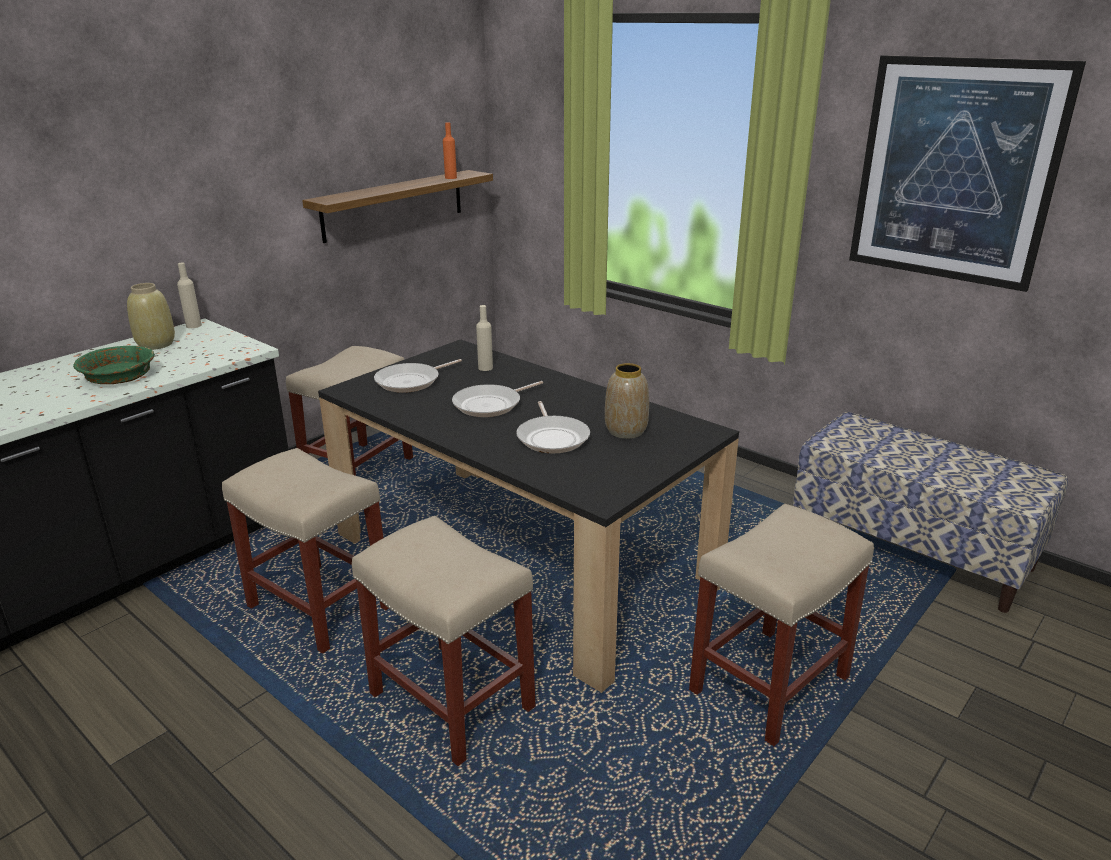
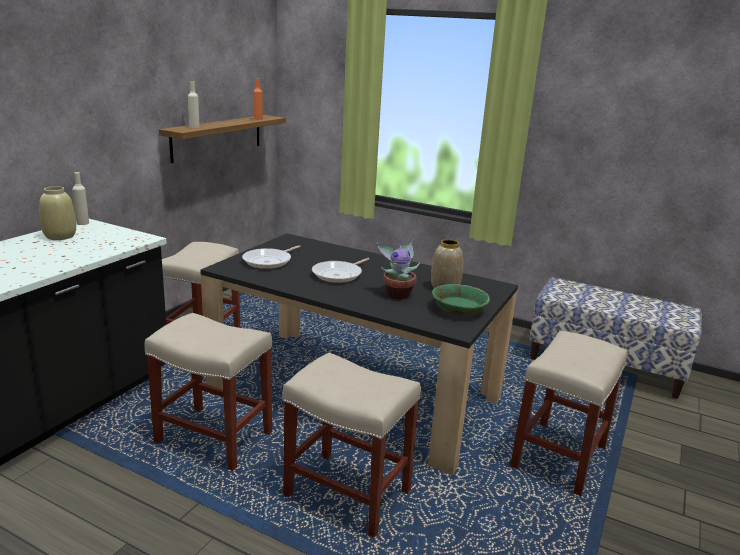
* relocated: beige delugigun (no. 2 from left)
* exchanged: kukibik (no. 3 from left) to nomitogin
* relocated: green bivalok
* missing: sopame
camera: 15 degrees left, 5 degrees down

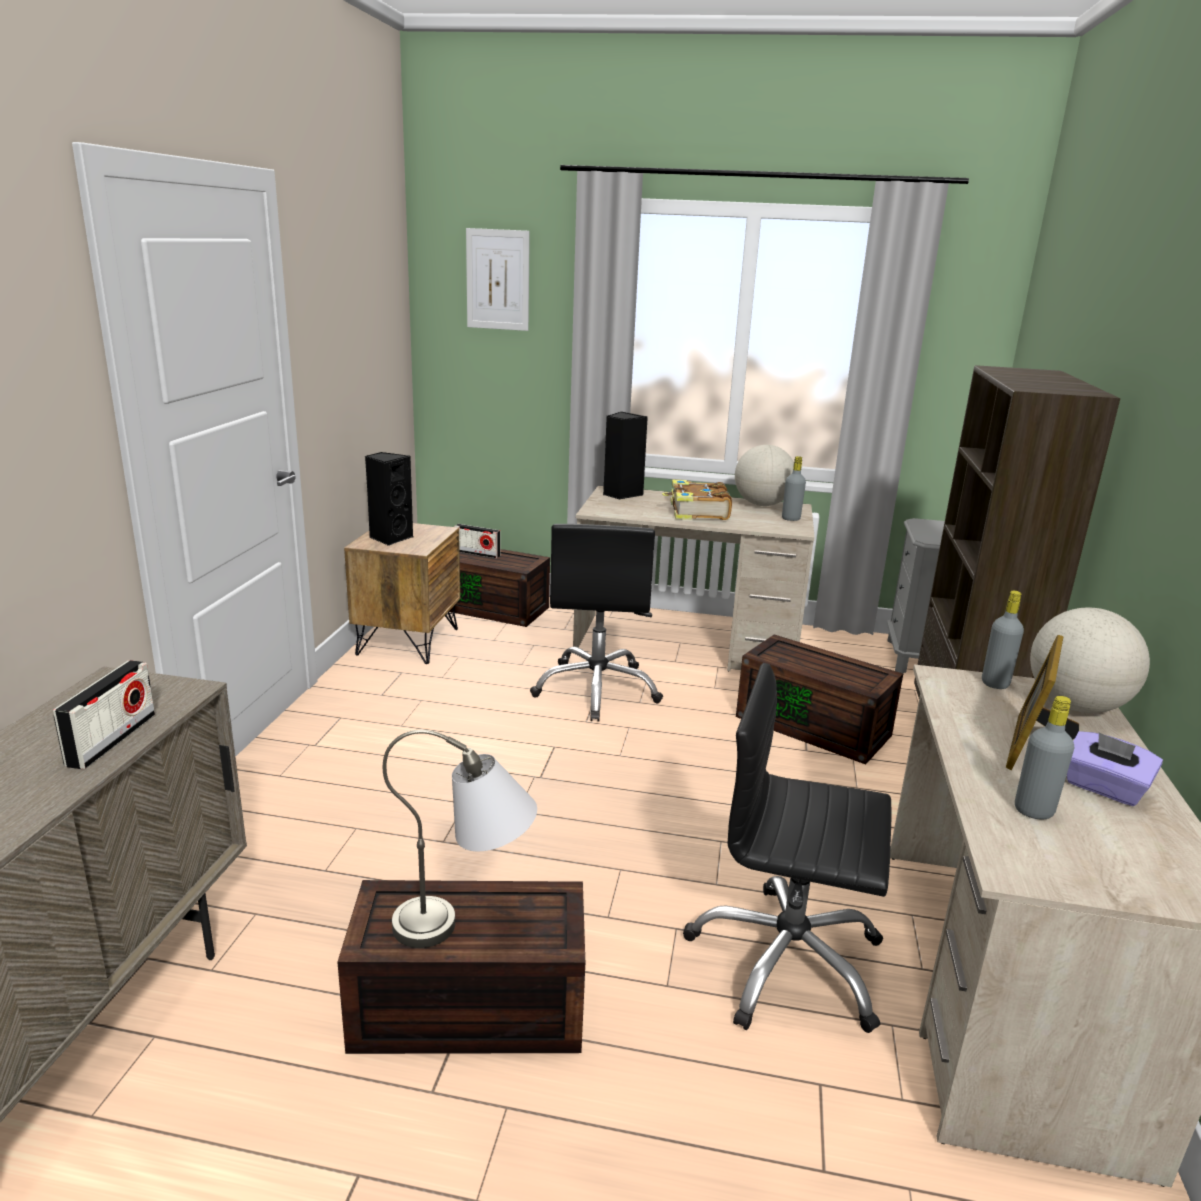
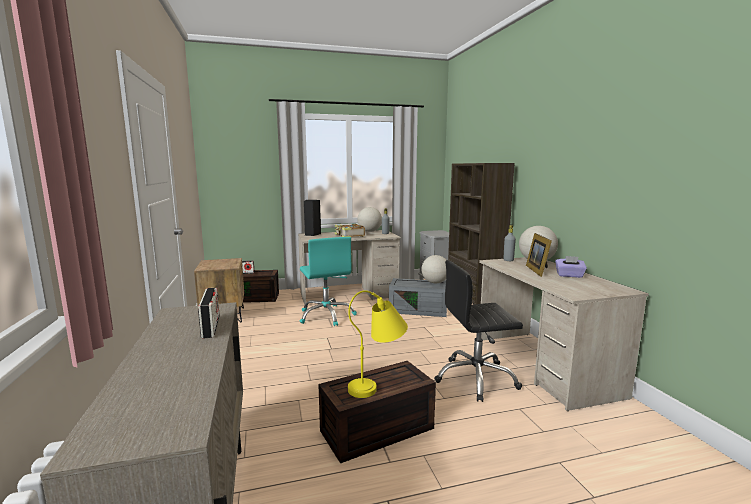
* colour: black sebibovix (no. 1 from left) to turquoise sebibovix
* colour: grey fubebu to yellow fubebu
* colour: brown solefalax (no. 3 from left) to grey solefalax
* appeared: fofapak (no. 2 from left)
* missing: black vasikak (no. 1 from left)
* missing: sopame
* missing: grey delugigun (no. 3 from left)
camera: 25 degrees left, 10 degrees down

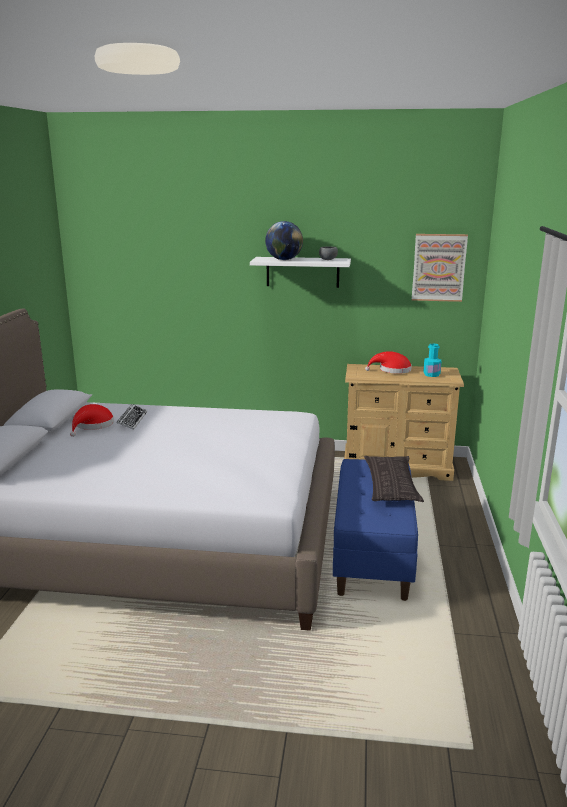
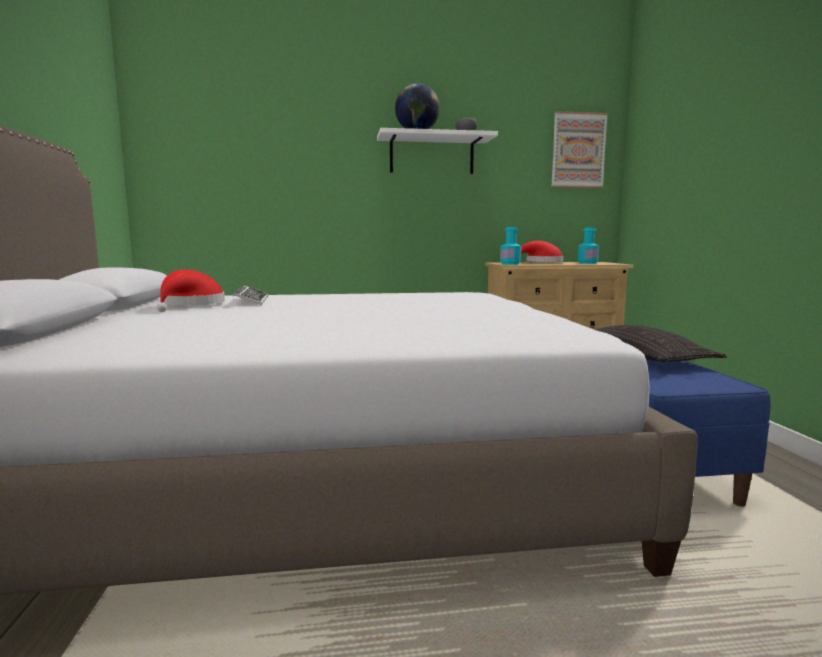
* appeared: turquoise delugigun (no. 1 from left)
camera: 15 degrees left, 10 degrees down

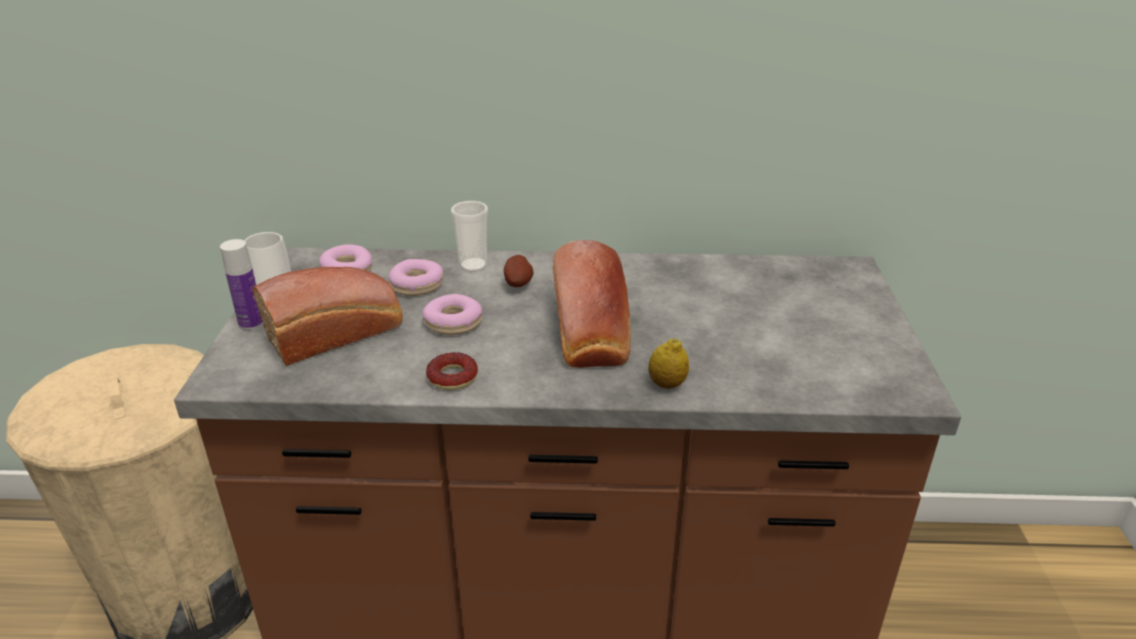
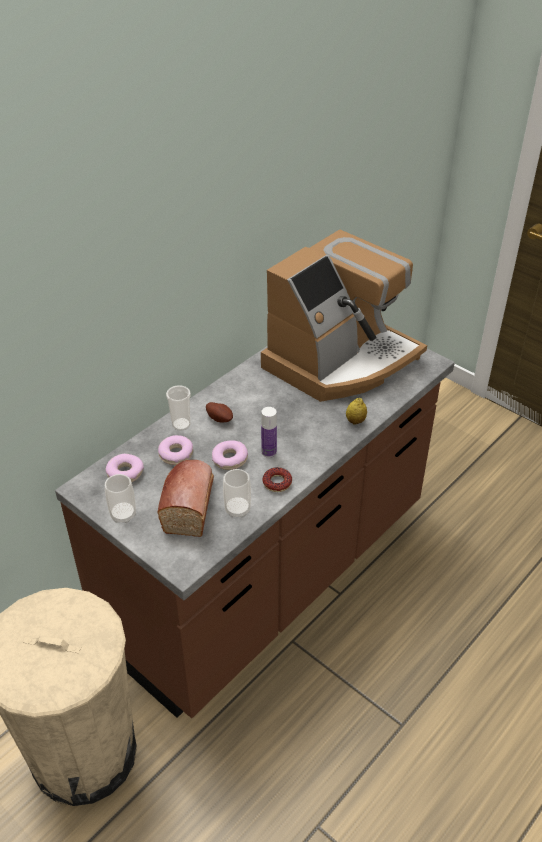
* appeared: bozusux (no. 3 from left)
* appeared: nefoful
* relocated: delugigun
* missing: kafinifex (no. 2 from left)
camera: 50 degrees left, 10 degrees up

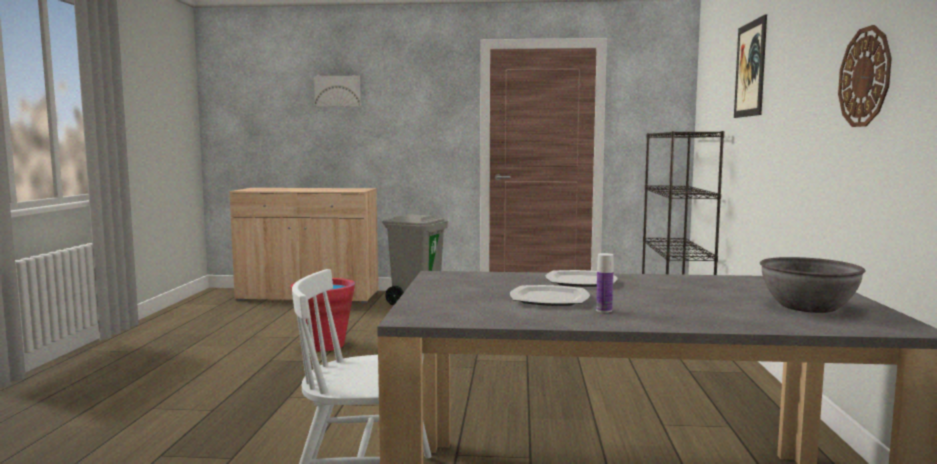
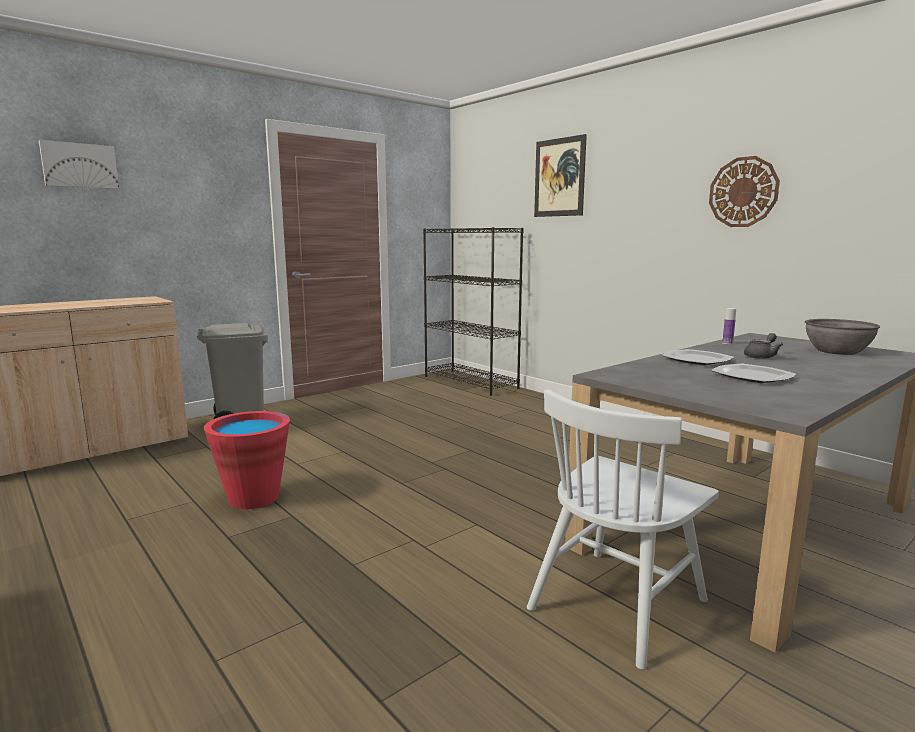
* relocated: delugigun
* appeared: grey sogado
camera: 45 degrees left, 5 degrees up

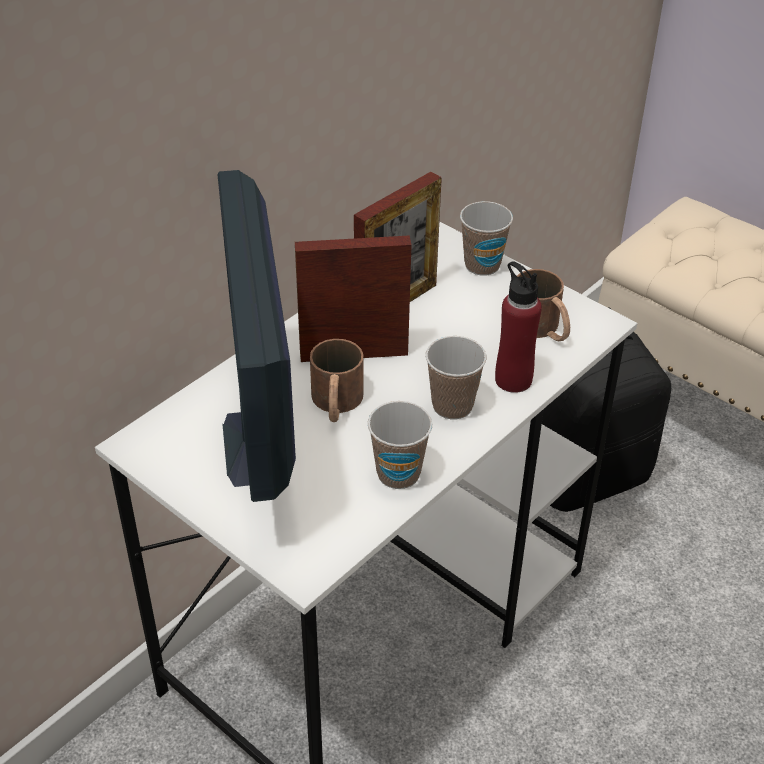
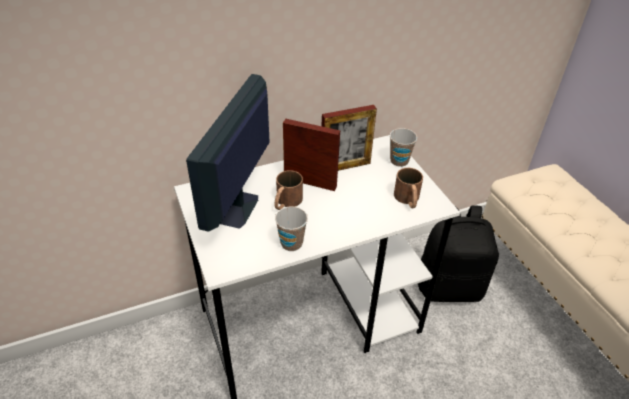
* missing: bozusux (no. 2 from left)
* missing: red delugigun
camera: 25 degrees right, 0 degrees up

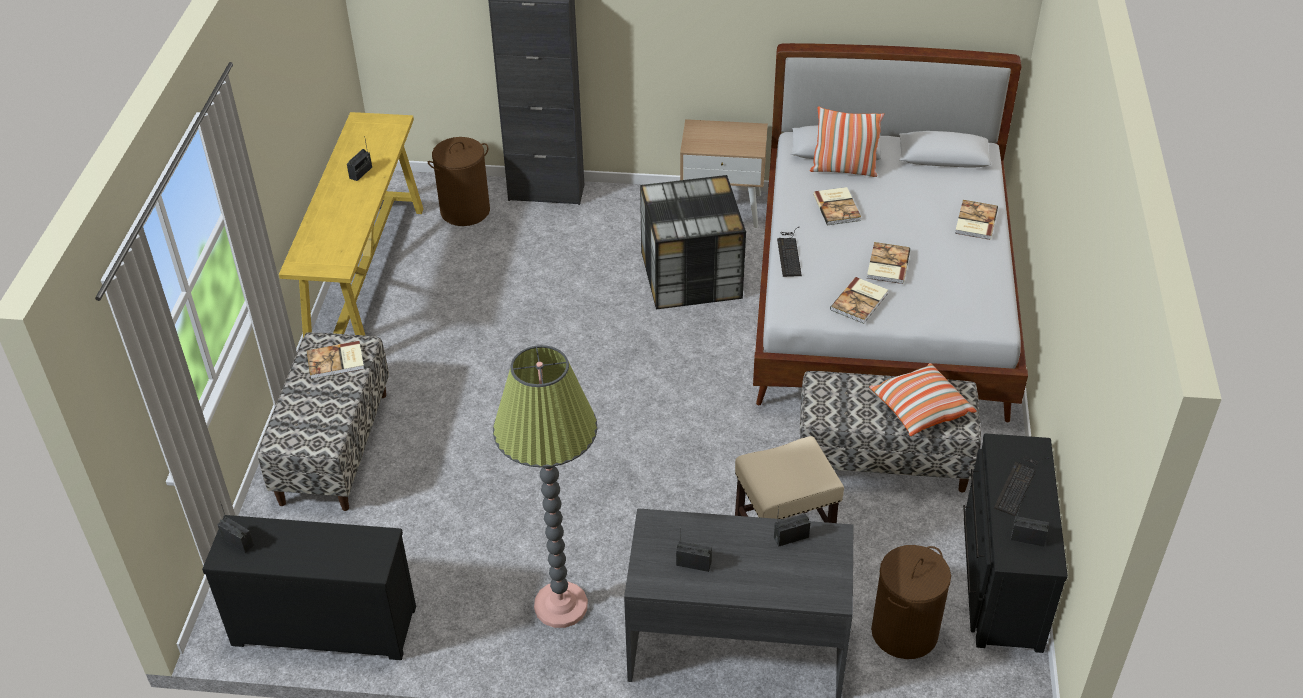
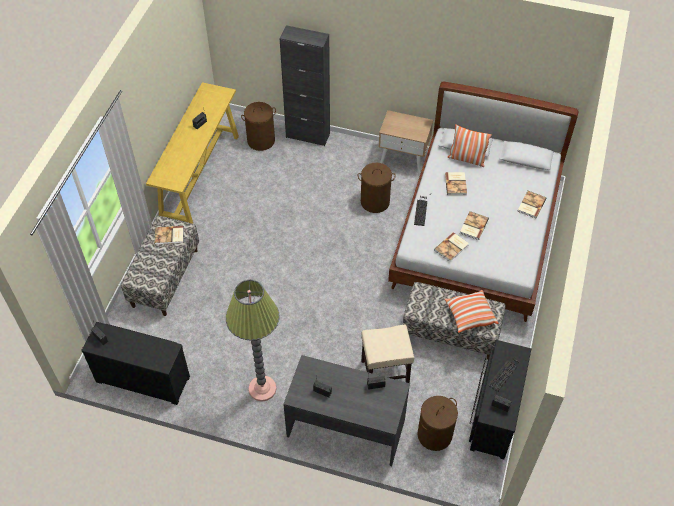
* exchanged: solefalax to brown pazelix (no. 2 from left)
camera: 10 degrees right, 10 degrees up

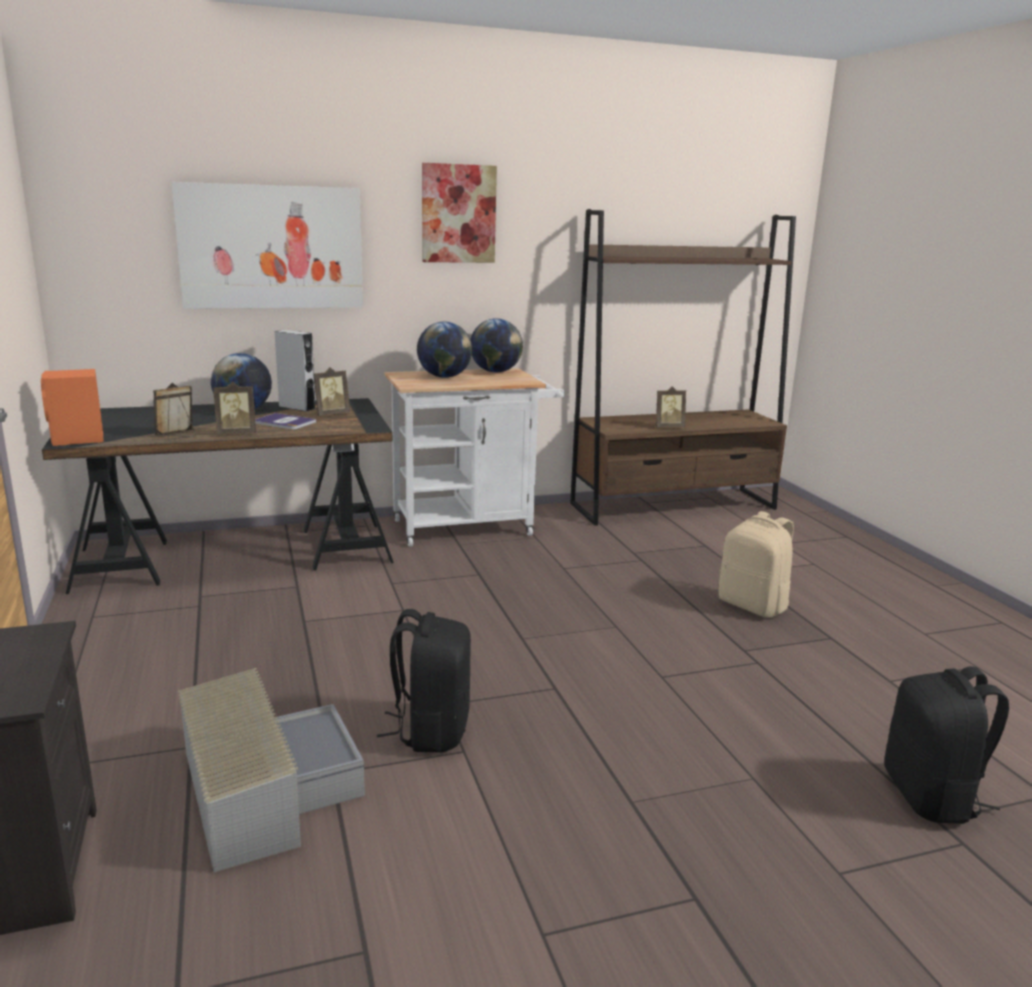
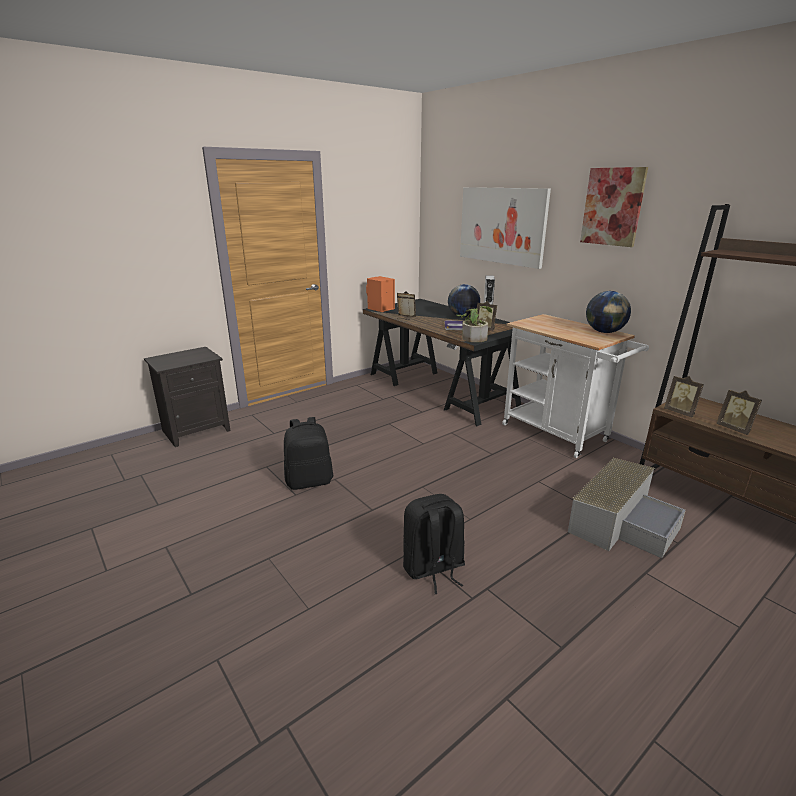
* relocated: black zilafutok (no. 2 from left)
* appeared: nomitogin
* relocated: grey solefalax
* relocated: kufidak (no. 2 from left in the first image) to kufidak (no. 3 from left)
* missing: fofapak (no. 2 from left)
* missing: beige zilafutok
camera: 70 degrees right, 5 degrees up

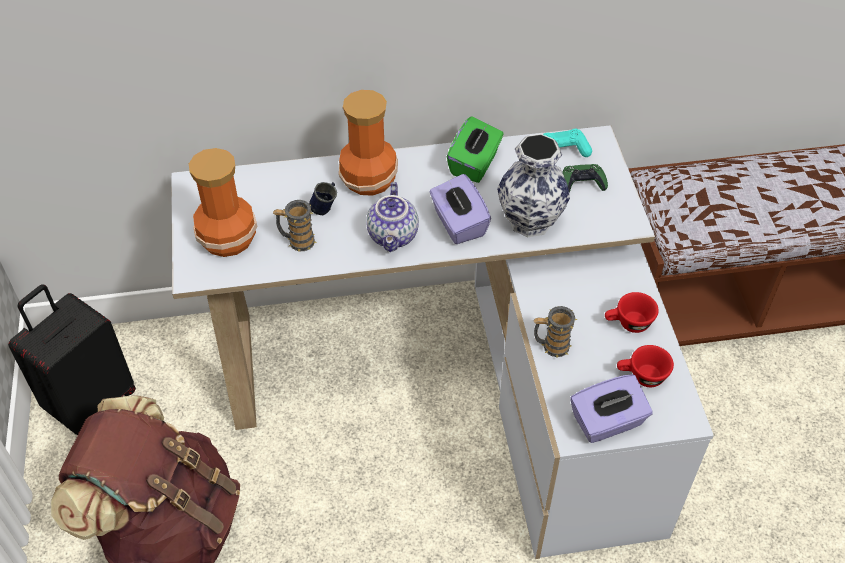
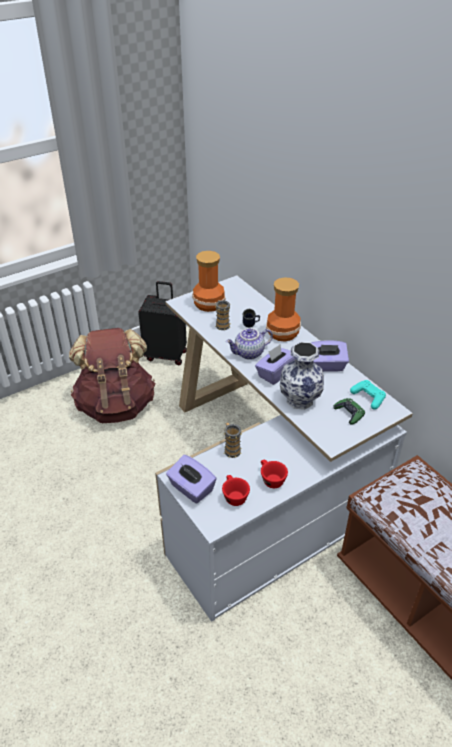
* colour: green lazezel to purple lazezel (no. 3 from left)
camera: 65 degrees right, 10 degrees down

